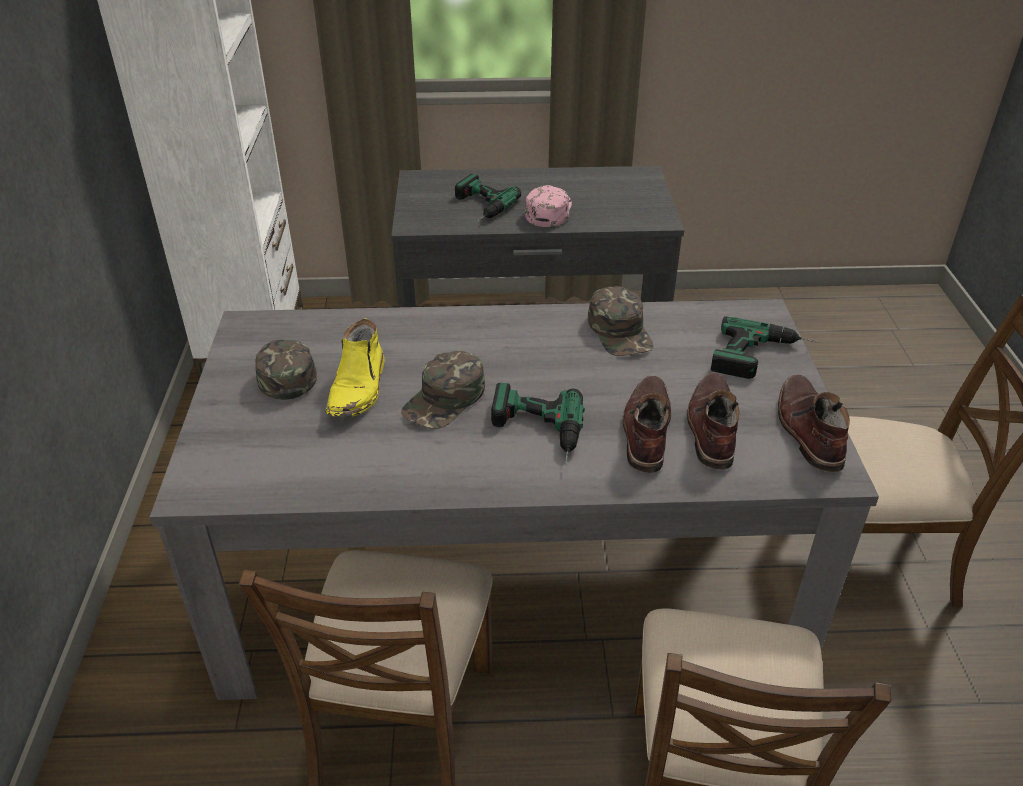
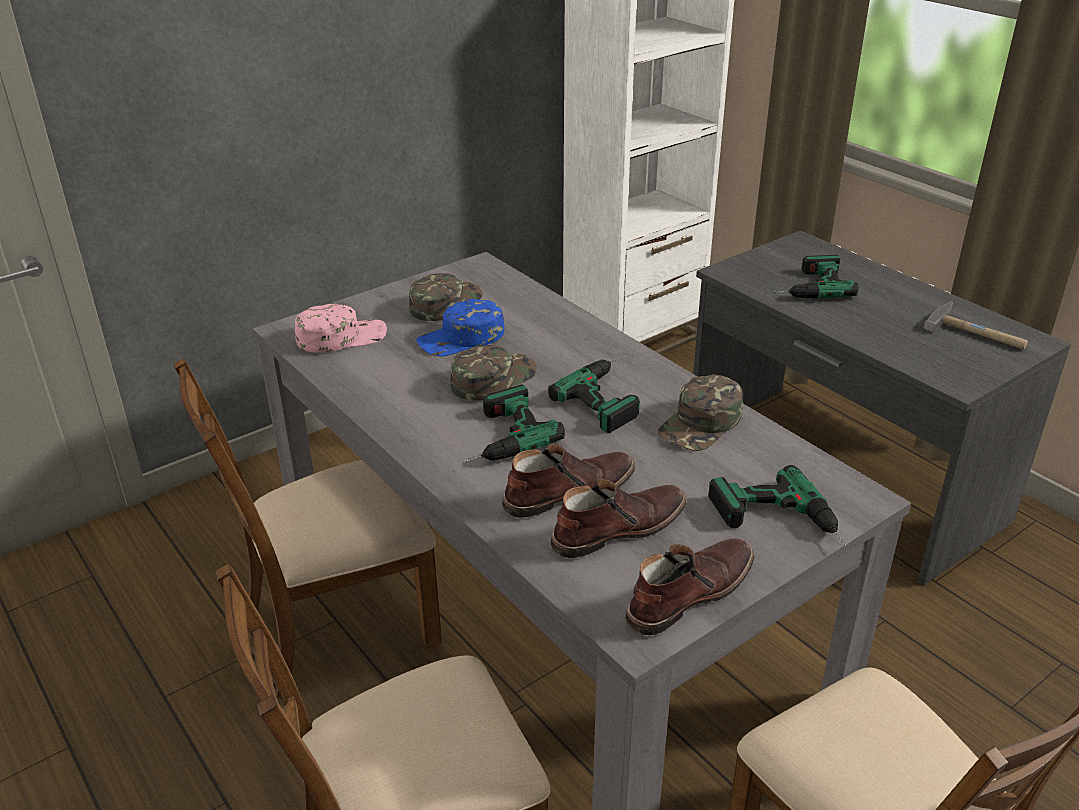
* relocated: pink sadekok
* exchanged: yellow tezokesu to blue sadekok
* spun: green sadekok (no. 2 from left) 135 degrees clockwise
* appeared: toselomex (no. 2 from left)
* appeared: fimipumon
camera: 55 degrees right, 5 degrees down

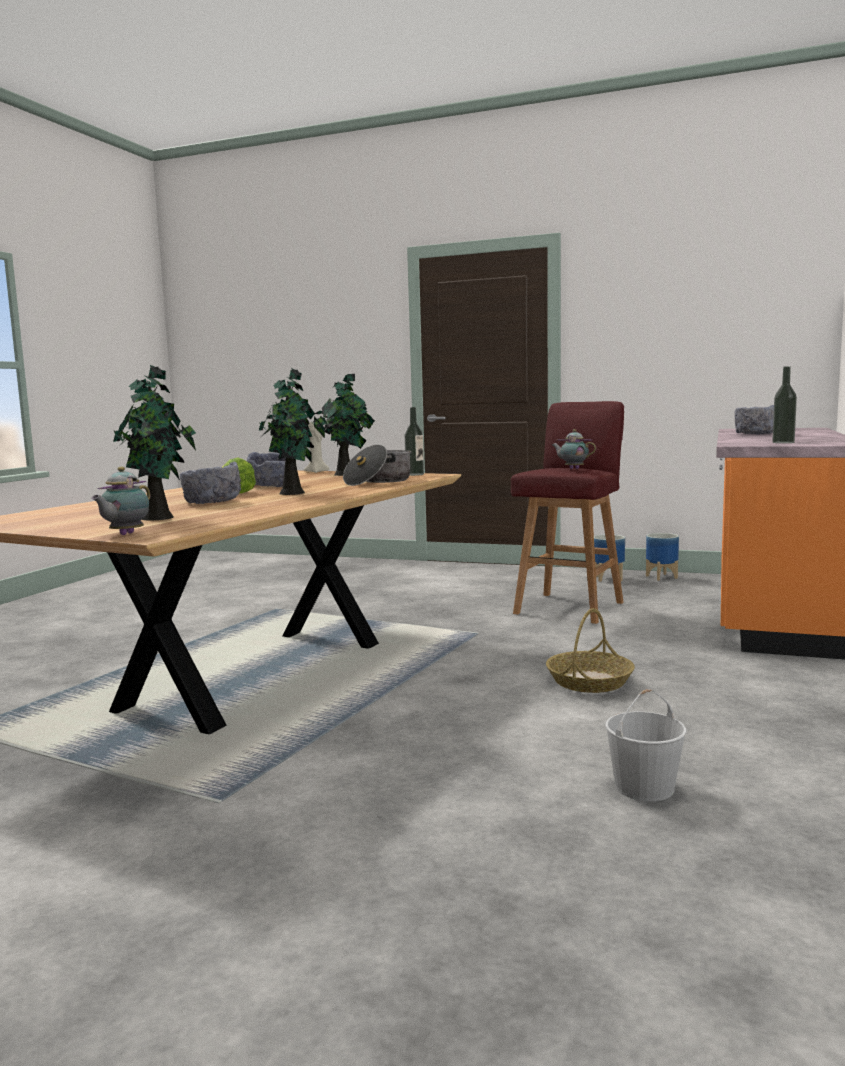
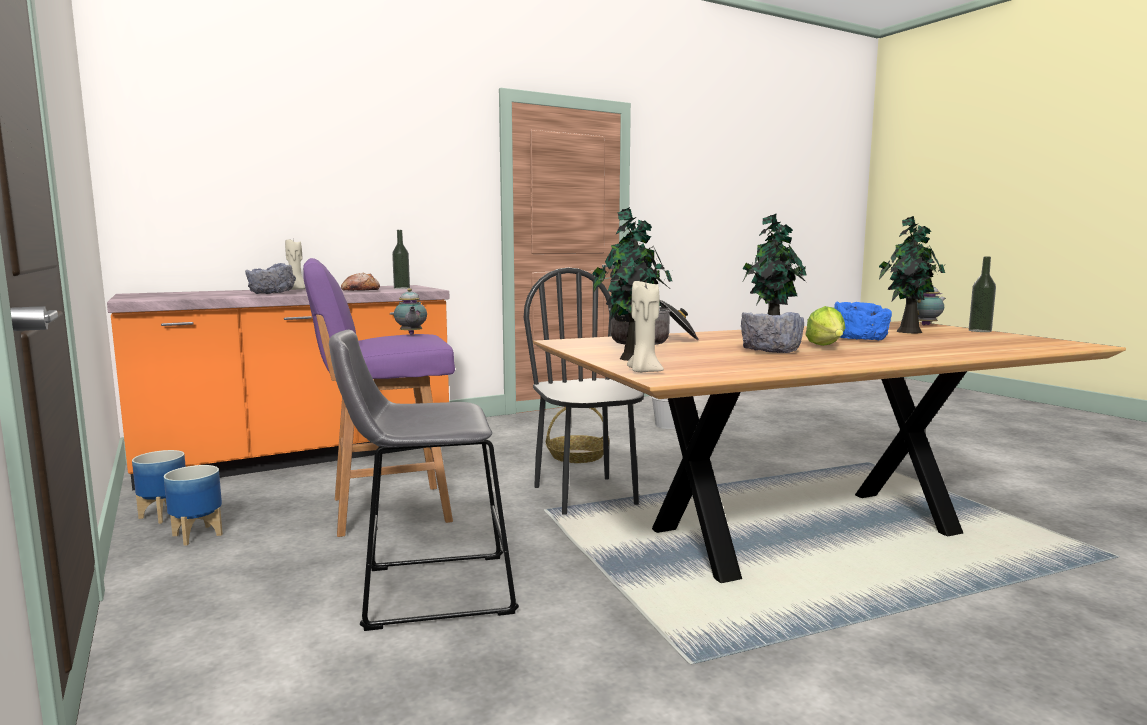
* appeared: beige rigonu (no. 1 from left)
* colour: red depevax to purple depevax
* appeared: grey depevax
* appeared: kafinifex
* appeared: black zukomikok
* colour: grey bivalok (no. 1 from left) to blue bivalok
* relocated: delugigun (no. 1 from left in the first image) to delugigun (no. 2 from left)
camera: 140 degrees left, 0 degrees up

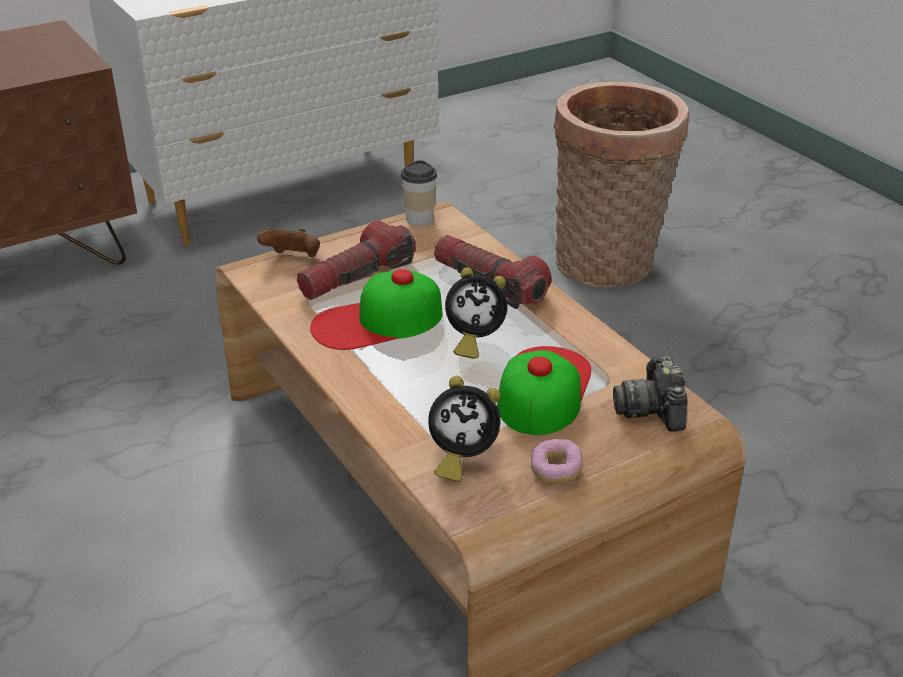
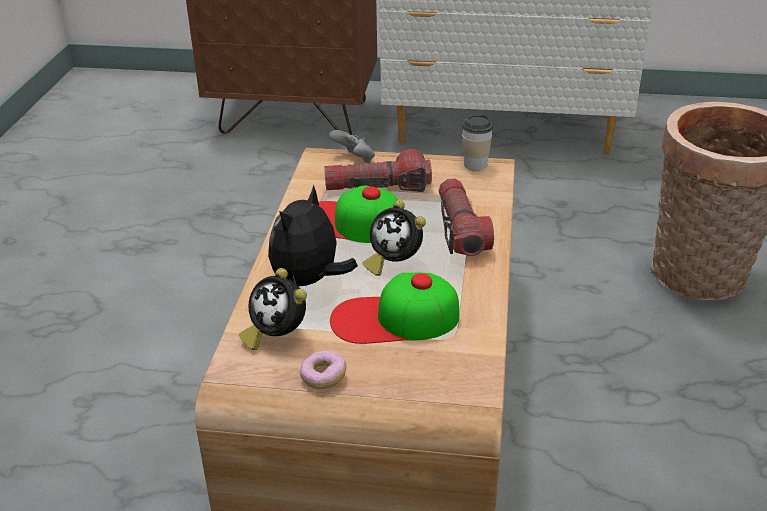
* appeared: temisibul
* colour: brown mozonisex to grey mozonisex
* spun: sadekok (no. 2 from left) 150 degrees counterclockwise
* missing: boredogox
camera: 40 degrees right, 0 degrees up

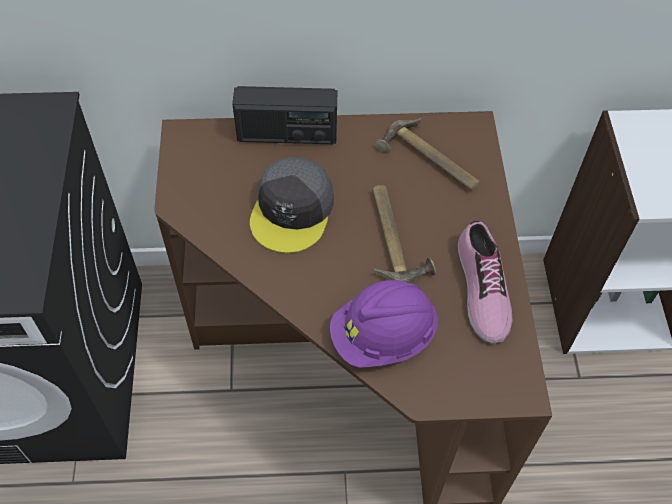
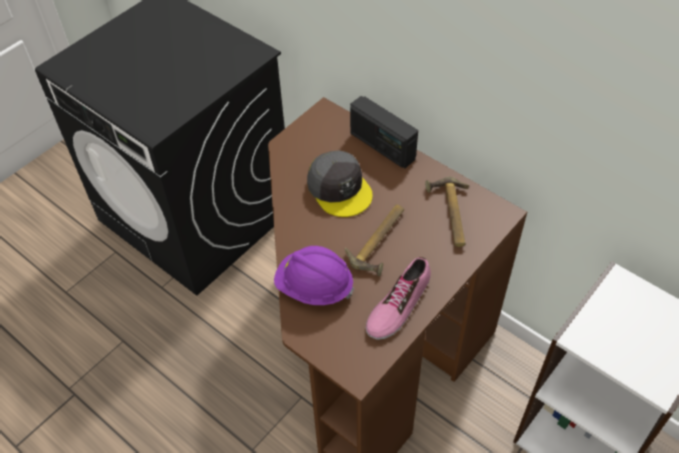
* spun: grey sadekok 90 degrees counterclockwise
camera: 45 degrees right, 5 degrees down

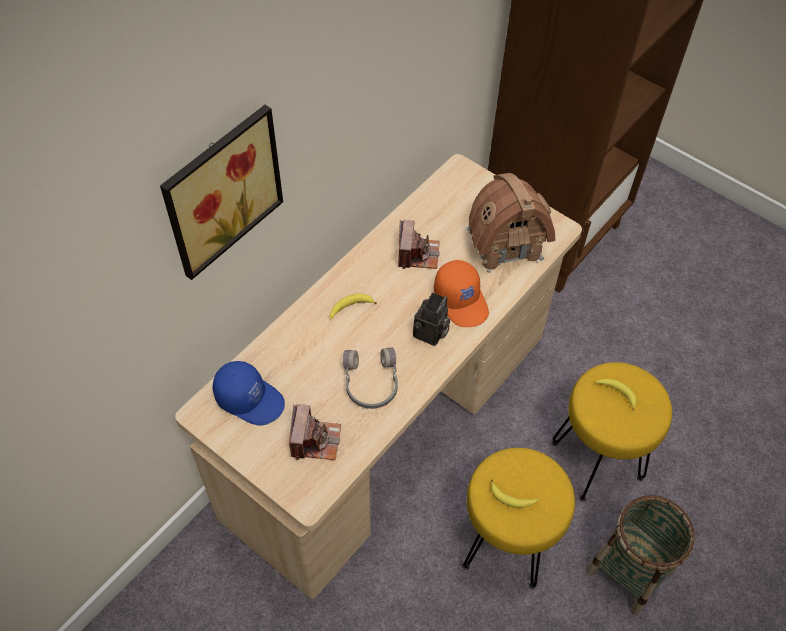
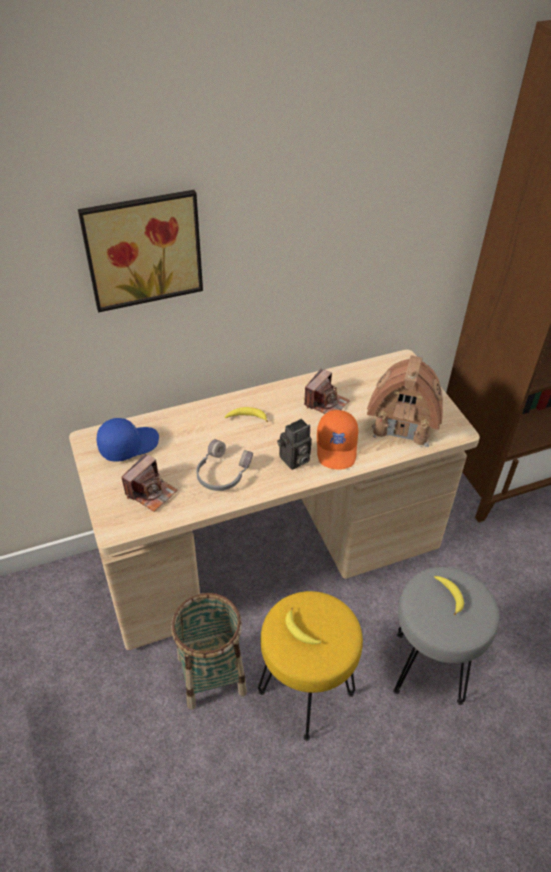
* spun: blue sadekok 90 degrees counterclockwise
* relocated: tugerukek
* colour: yellow depevax (no. 2 from left) to grey depevax
camera: 30 degrees right, 10 degrees down

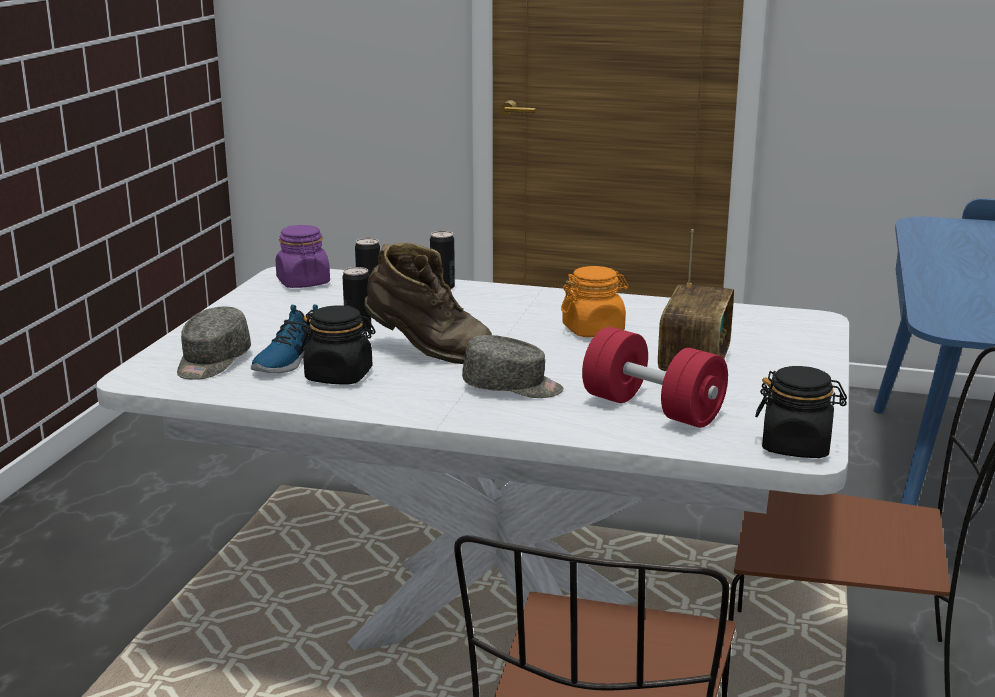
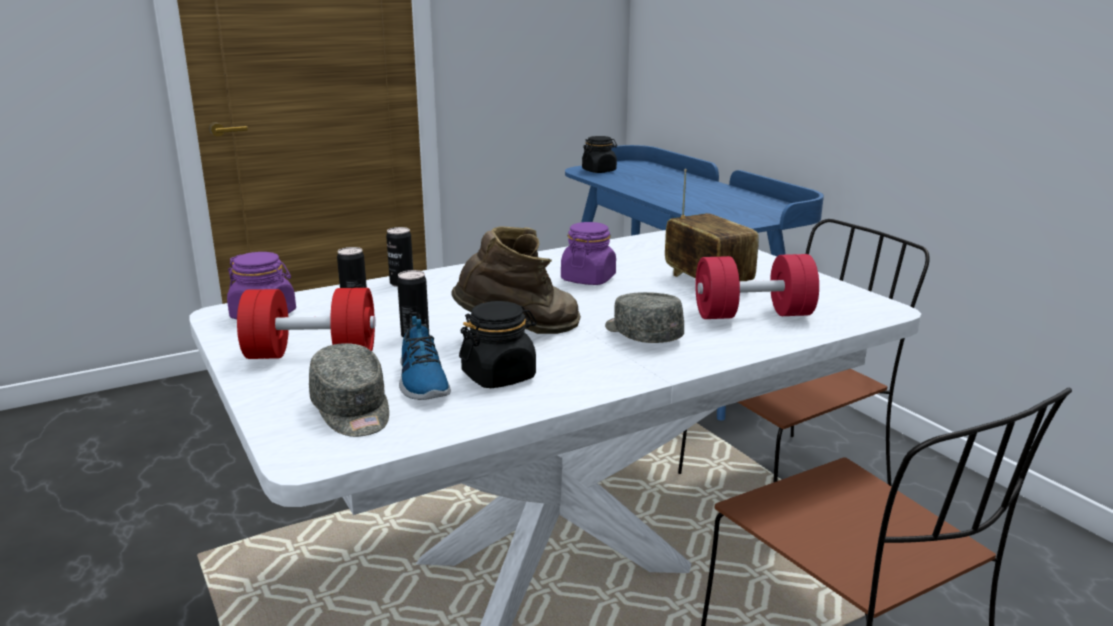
* appeared: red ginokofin (no. 1 from left)
* colour: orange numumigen to purple numumigen (no. 2 from left)
* relocated: black numumigen (no. 2 from left)
* spun: grey sadekok (no. 2 from left) 90 degrees counterclockwise
camera: 45 degrees left, 0 degrees up

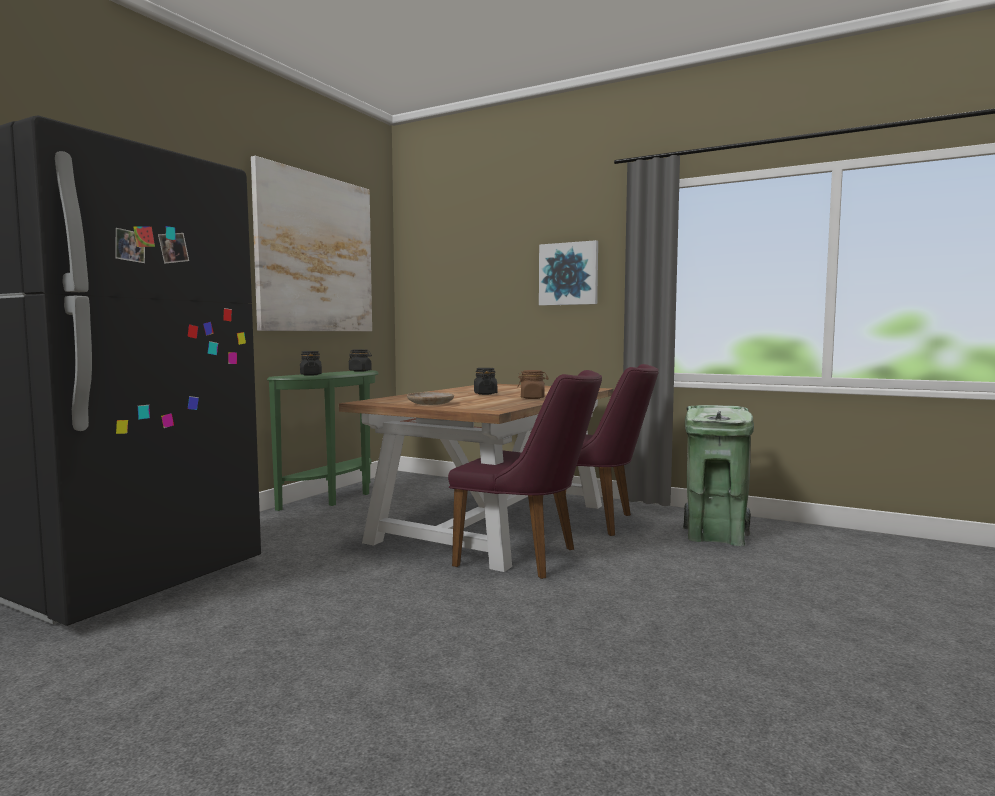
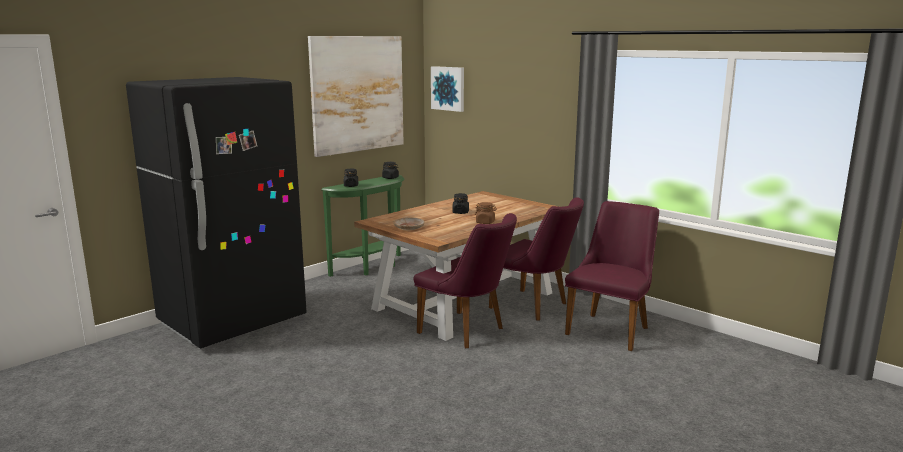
* relocated: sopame (no. 2 from left)
* exchanged: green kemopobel to purple zukomikok (no. 3 from left)
camera: 15 degrees right, 10 degrees up

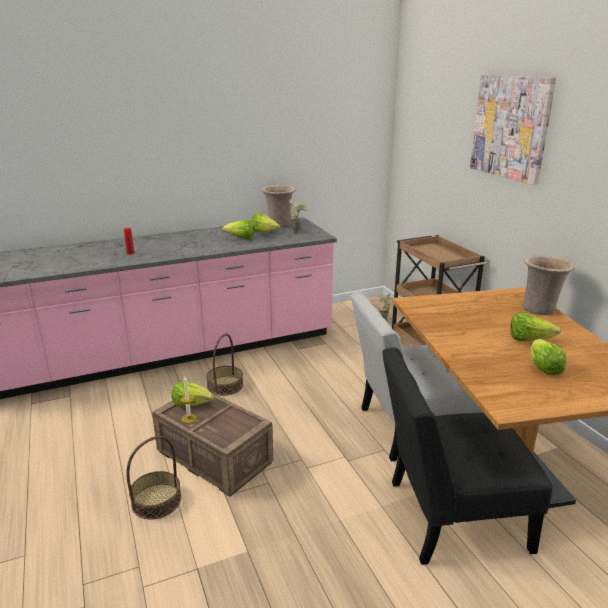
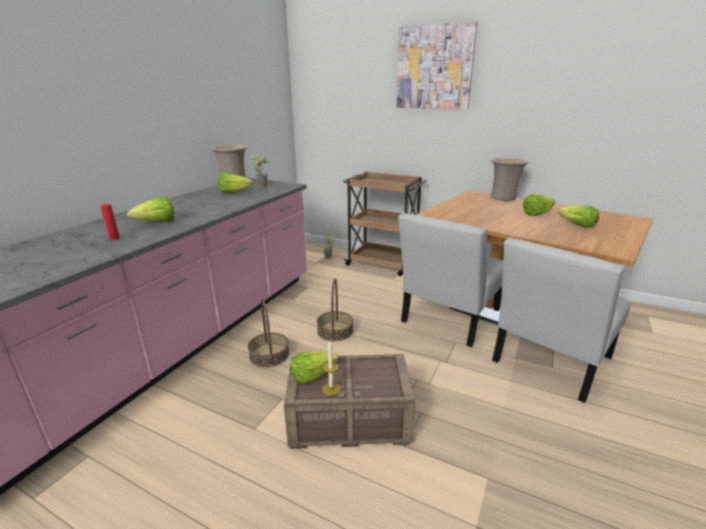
* relocated: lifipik (no. 2 from left in the first image) to lifipik (no. 1 from left)
* relocated: tugerukek (no. 1 from left in the first image) to tugerukek (no. 2 from left)
* colour: black zukomikok to white zukomikok (no. 2 from left)
camera: 40 degrees left, 0 degrees up

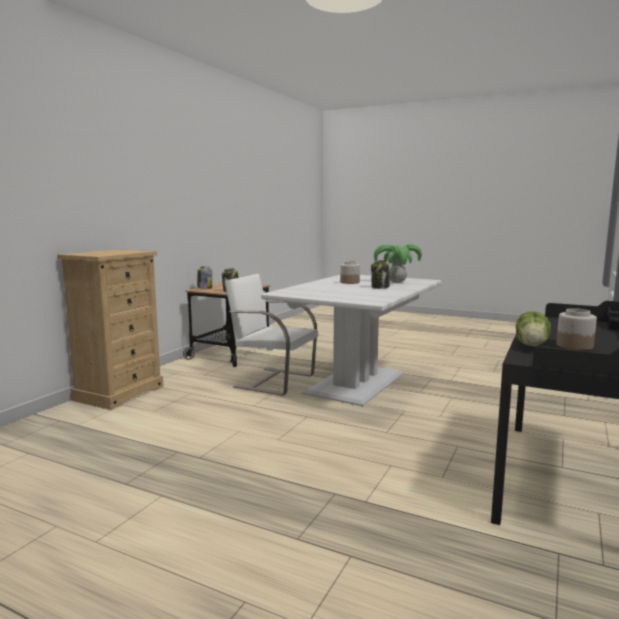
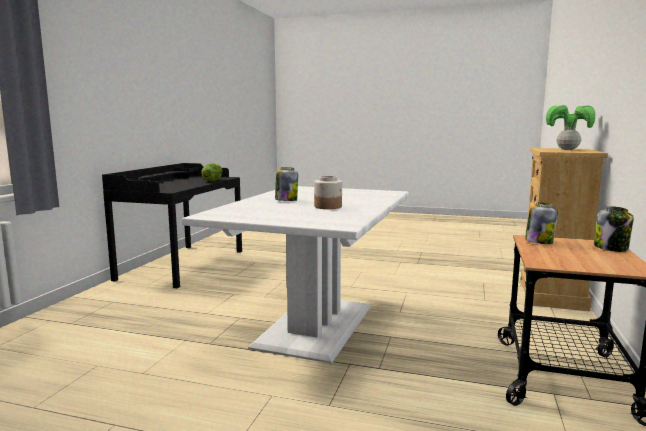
* relocated: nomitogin
* missing: white zukomikok
* missing: numumigen (no. 5 from left)
camera: 170 degrees right, 0 degrees up

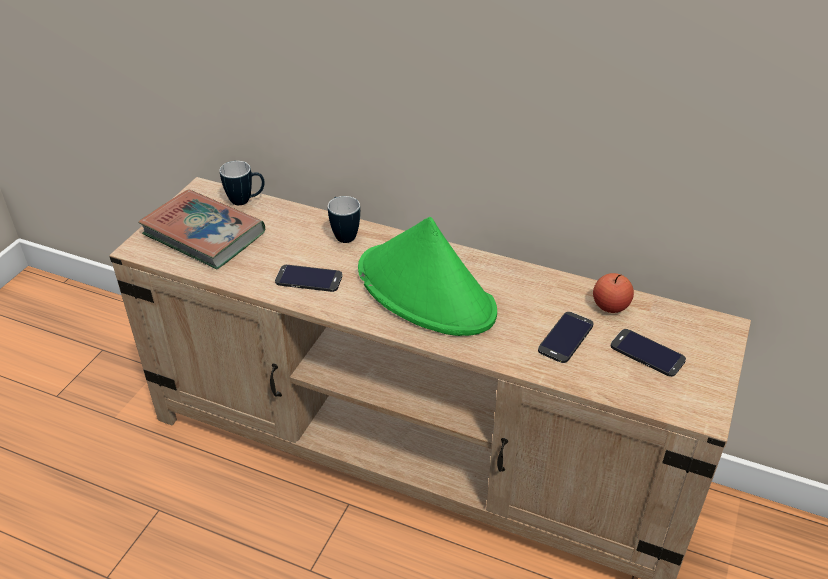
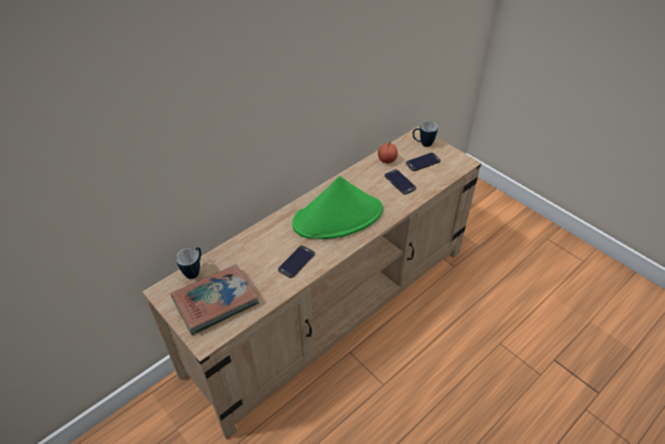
* relocated: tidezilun (no. 2 from left)
camera: 65 degrees left, 5 degrees up

